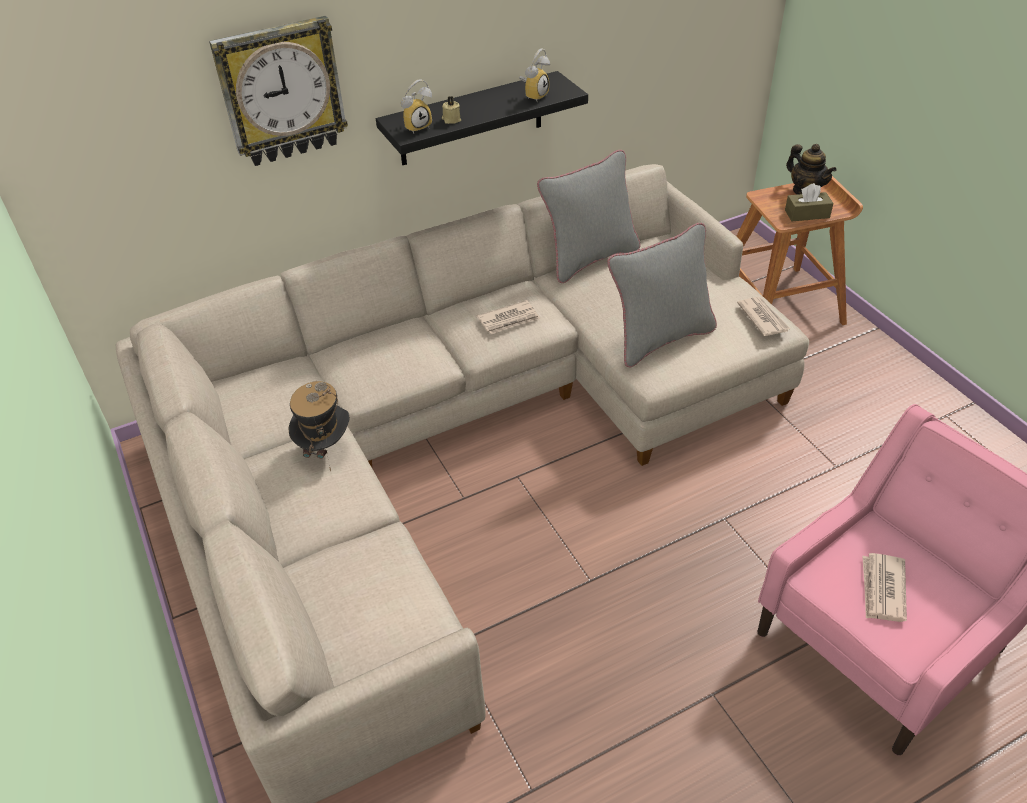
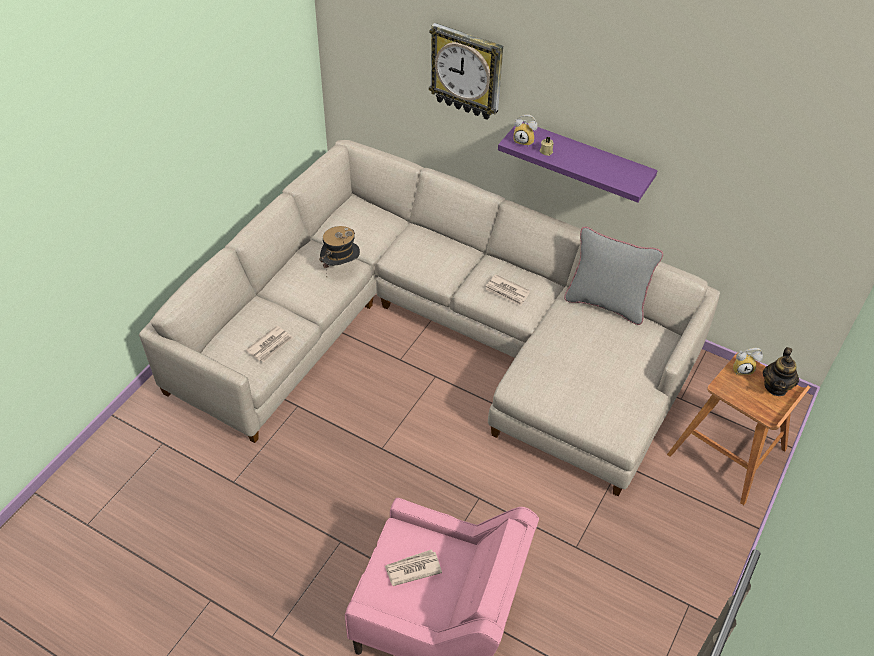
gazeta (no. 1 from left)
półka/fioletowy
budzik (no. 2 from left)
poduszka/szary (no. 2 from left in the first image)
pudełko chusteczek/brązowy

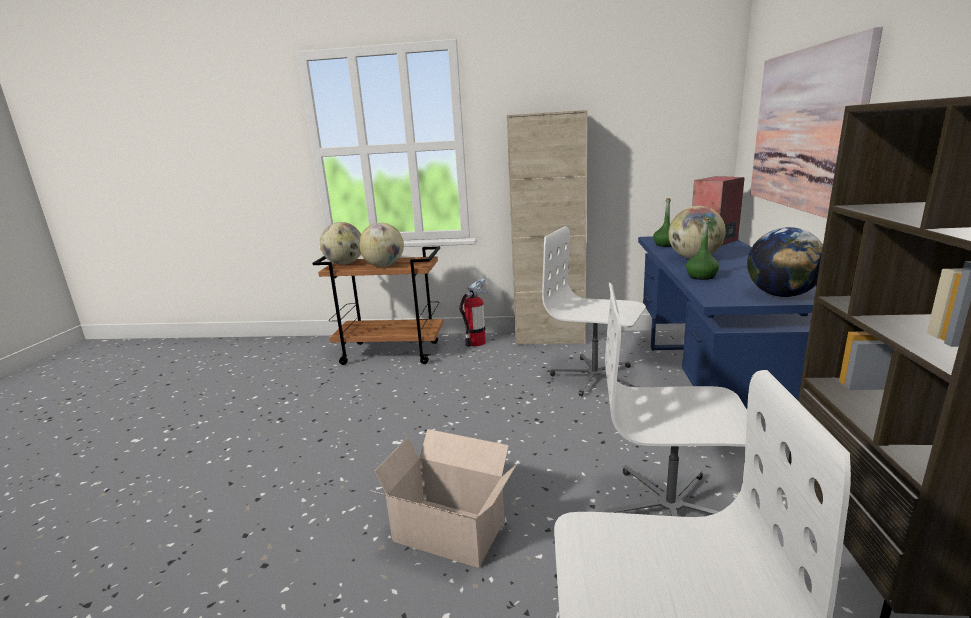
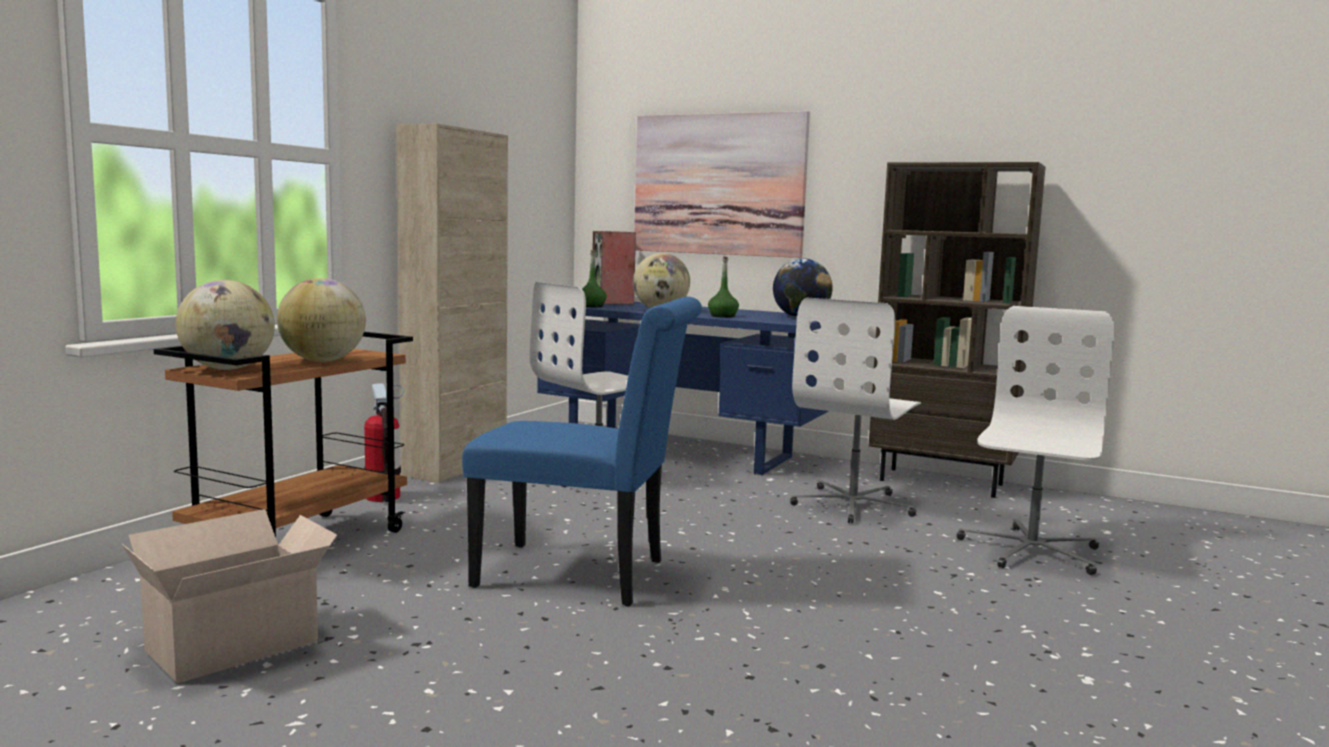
karton
krzesło/niebieski

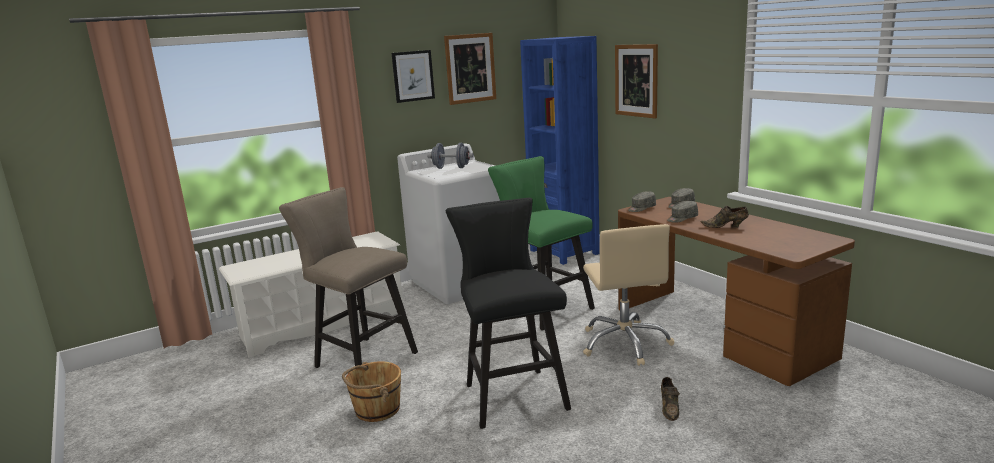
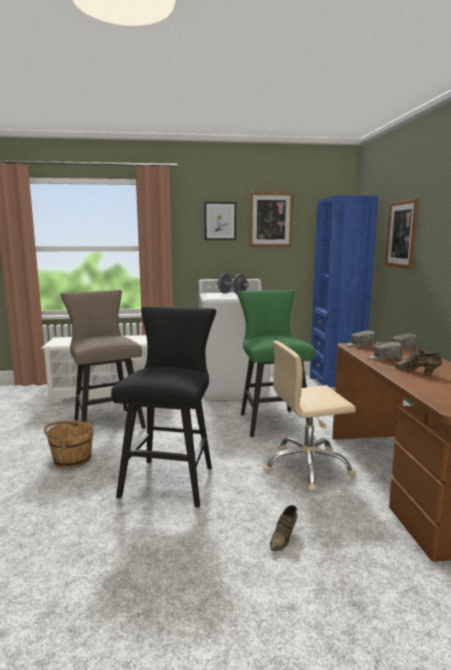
krzesło biurowe/beżowy

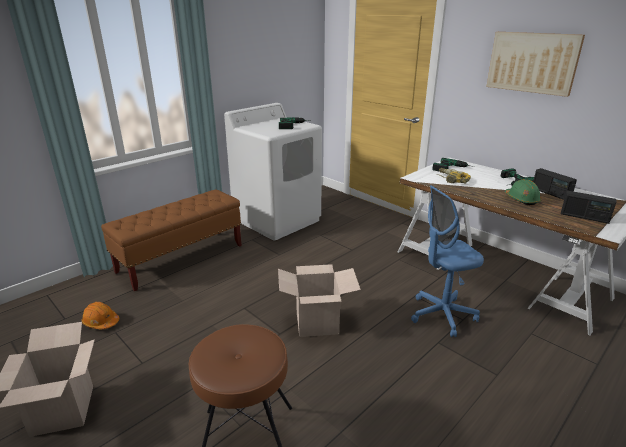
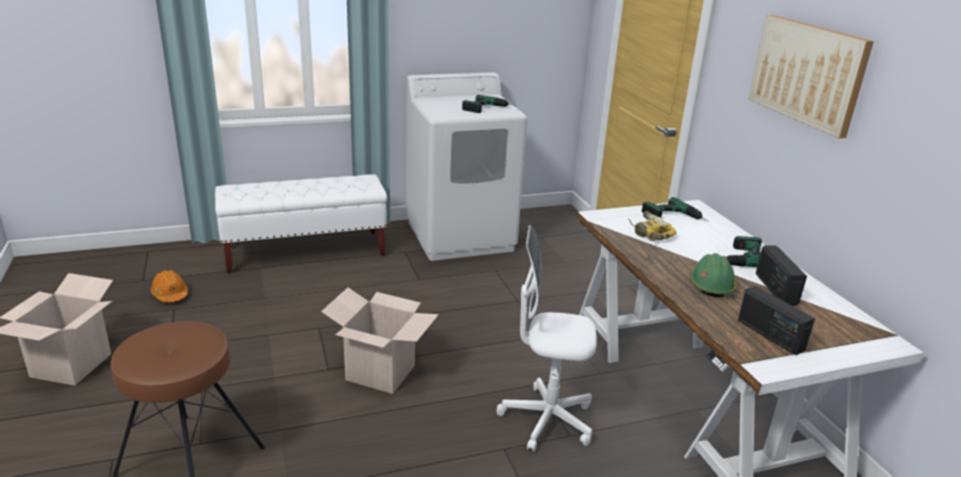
ławka/biały
krzesło biurowe/biały

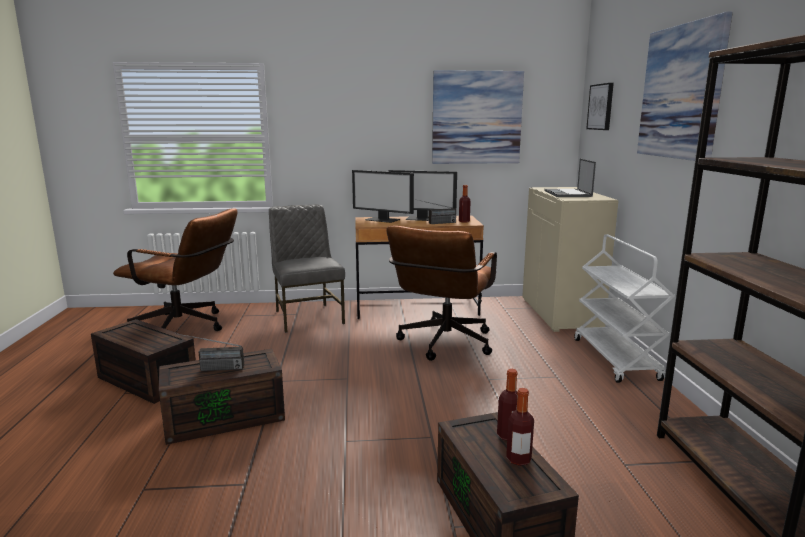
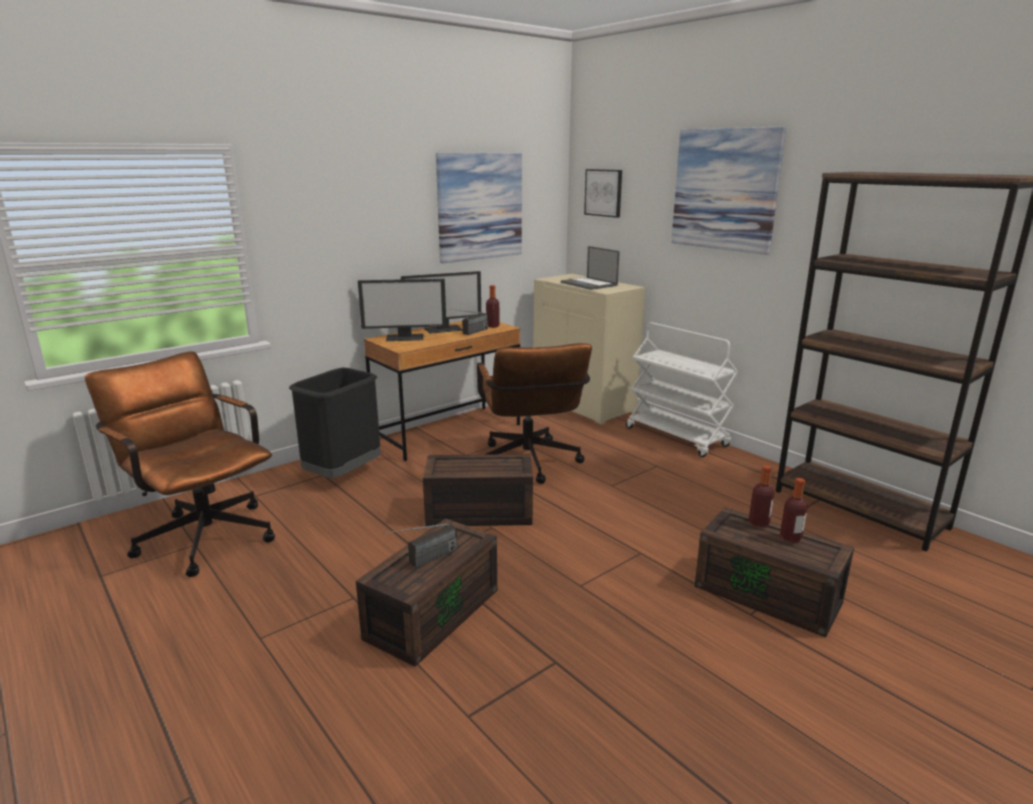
krzesło biurowe/brązowy (no. 1 from left)
kosz na śmieci/czarny
pojemnik do przechowywania/brązowy (no. 2 from left)

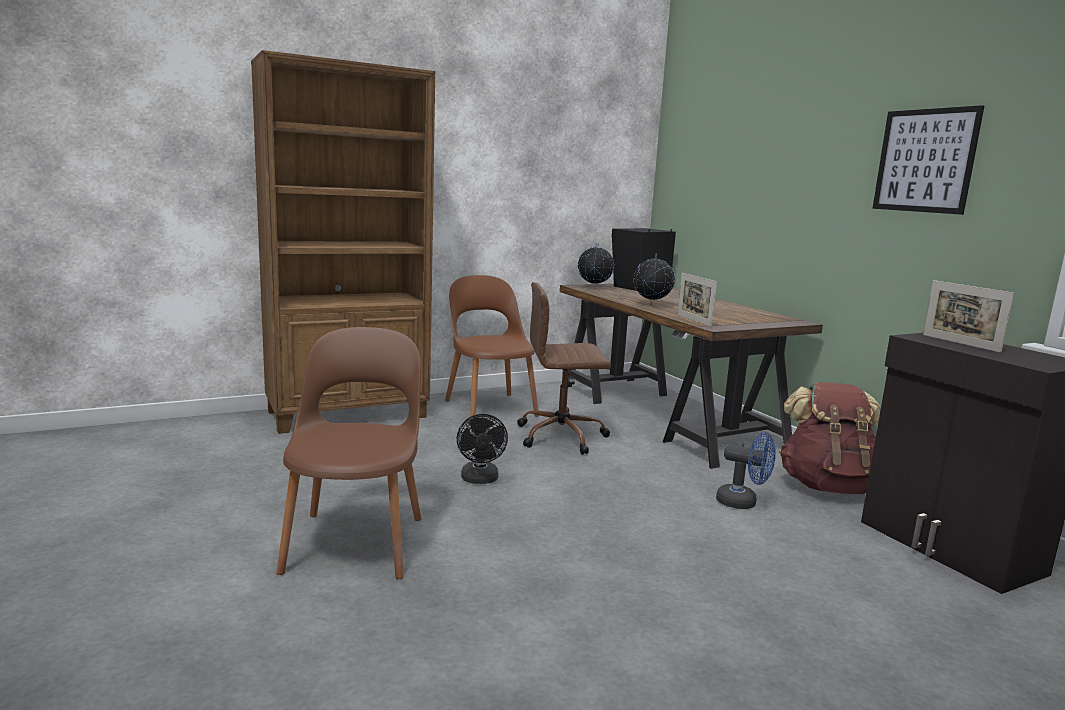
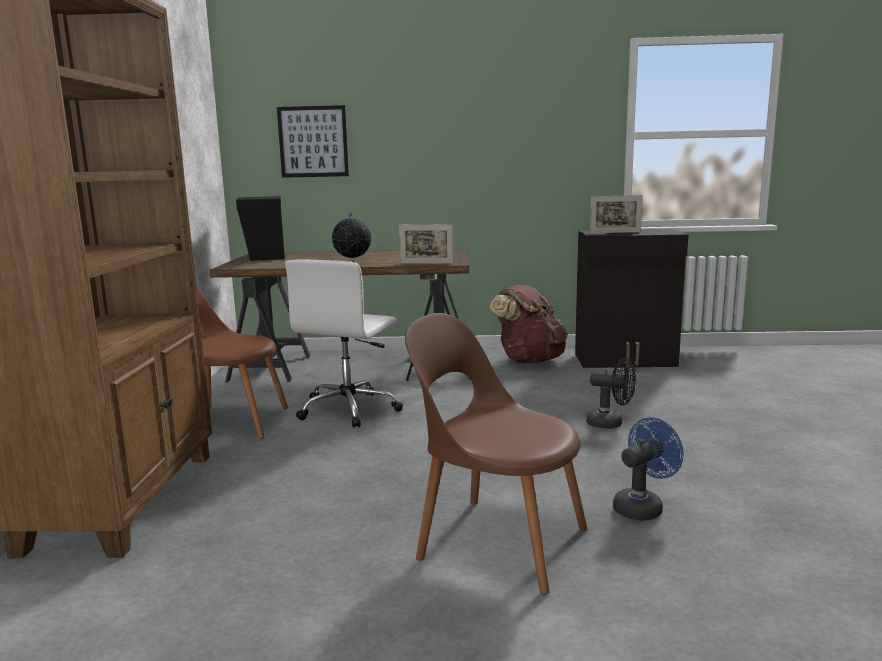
obraz
krzesło biurowe/biały
wentylator/czarny
wentylator/niebieski
globus (no. 1 from left in the first image)

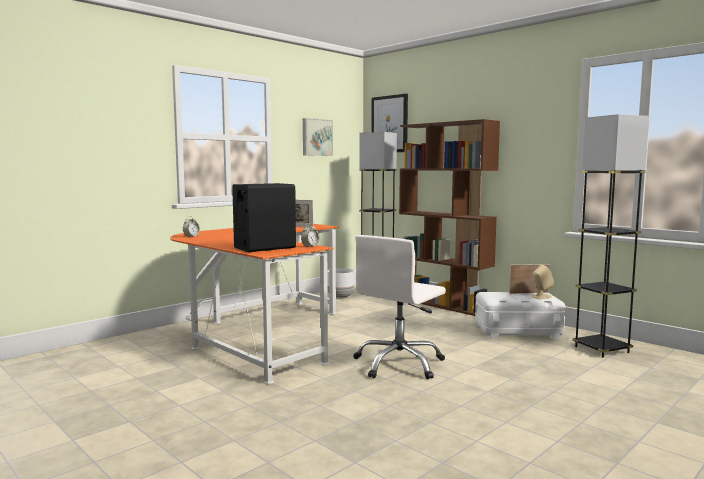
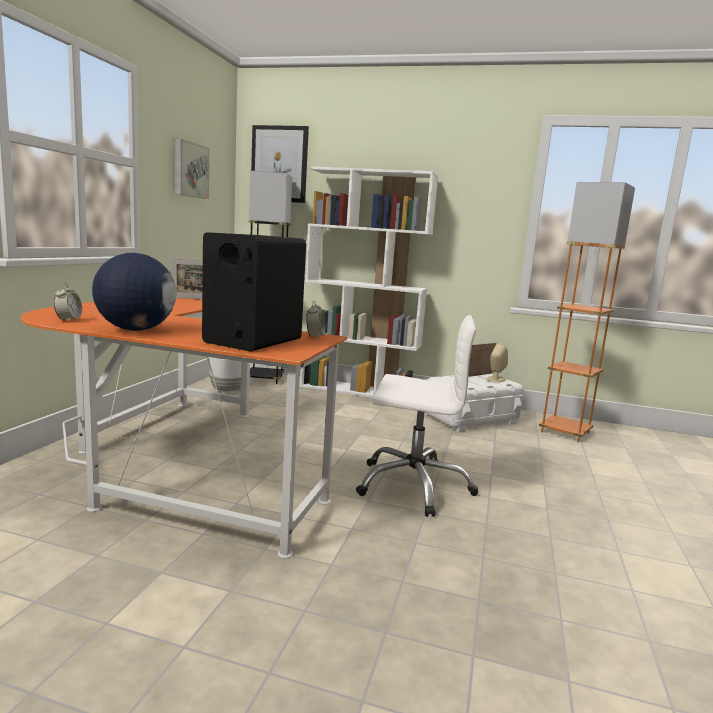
globus
regał/biały
krzesło biurowe/biały
lampa stojąca/pomarańczowy

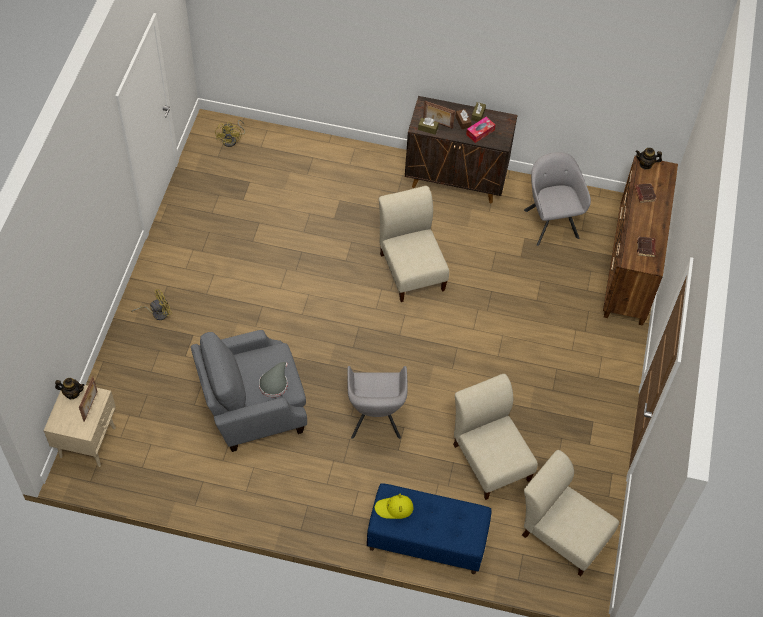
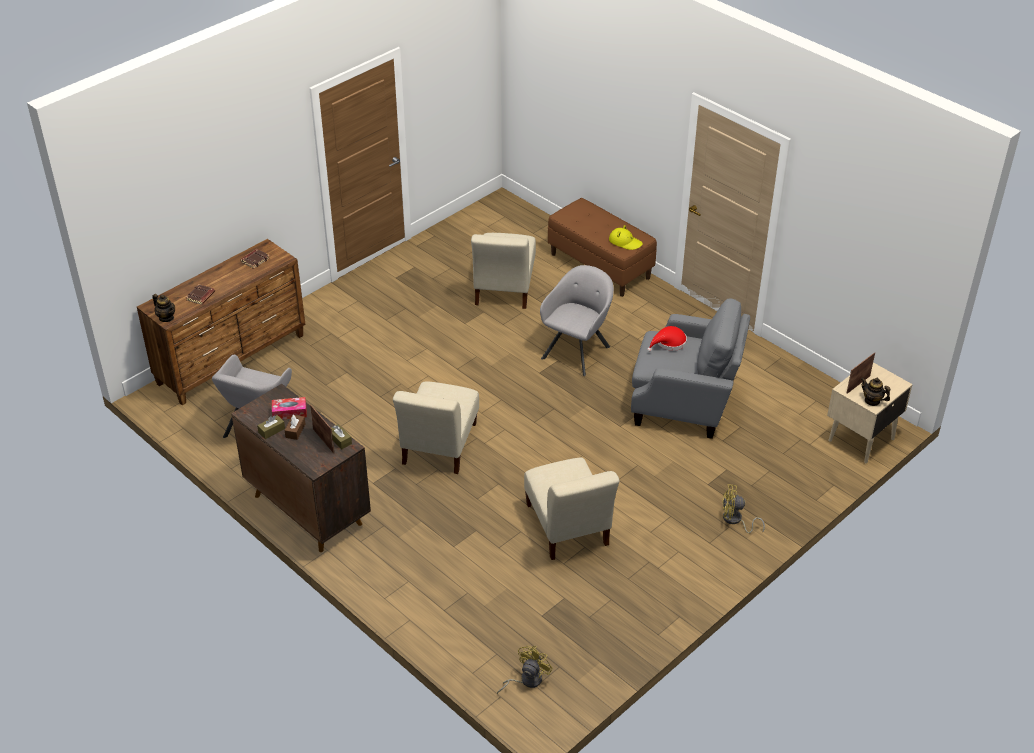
krzesło/beżowy (no. 3 from left)
ławka/brązowy
kapelusz/czerwony

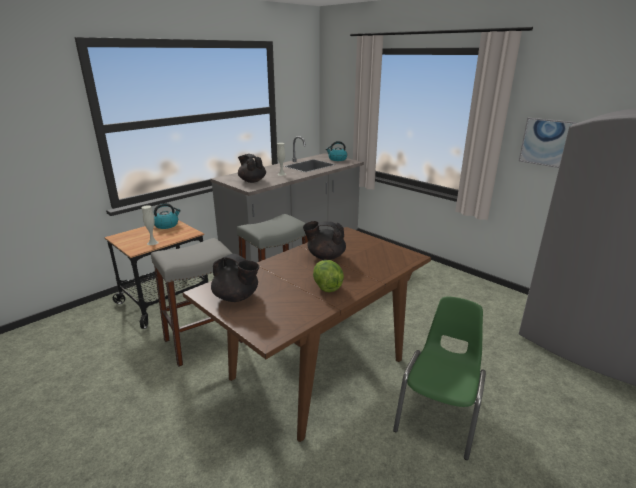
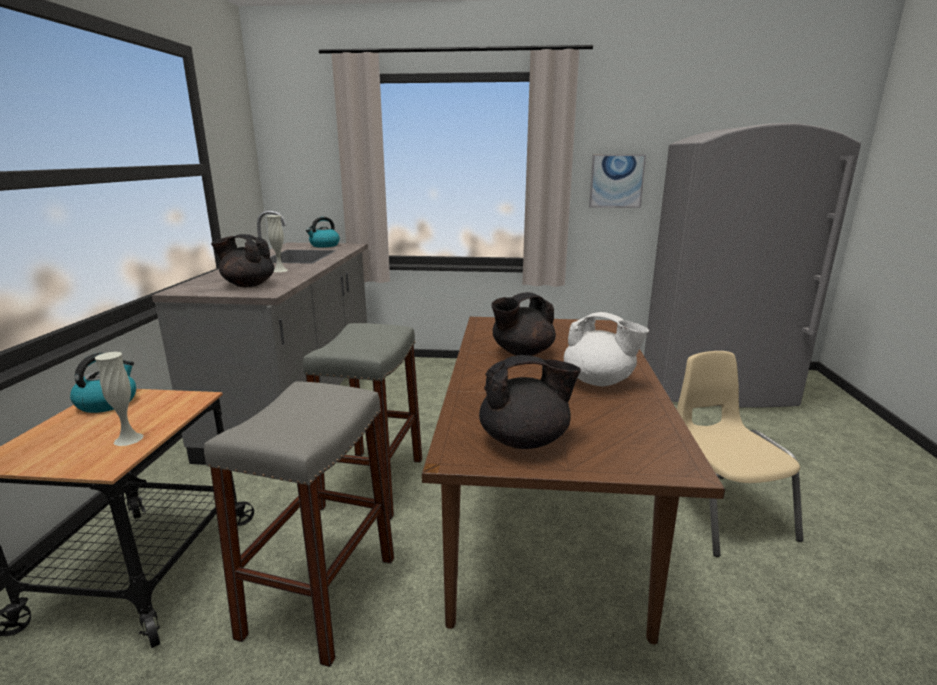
imbryk/biały
krzesło/beżowy

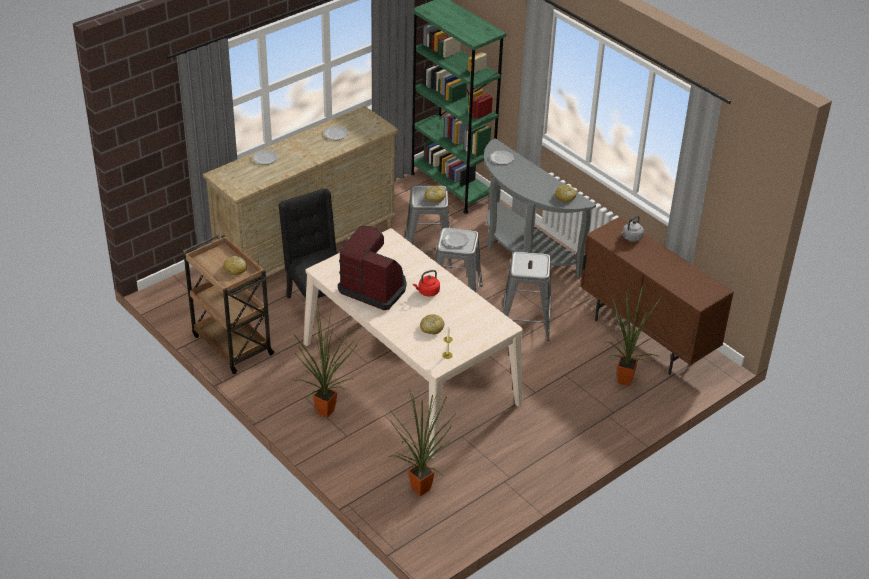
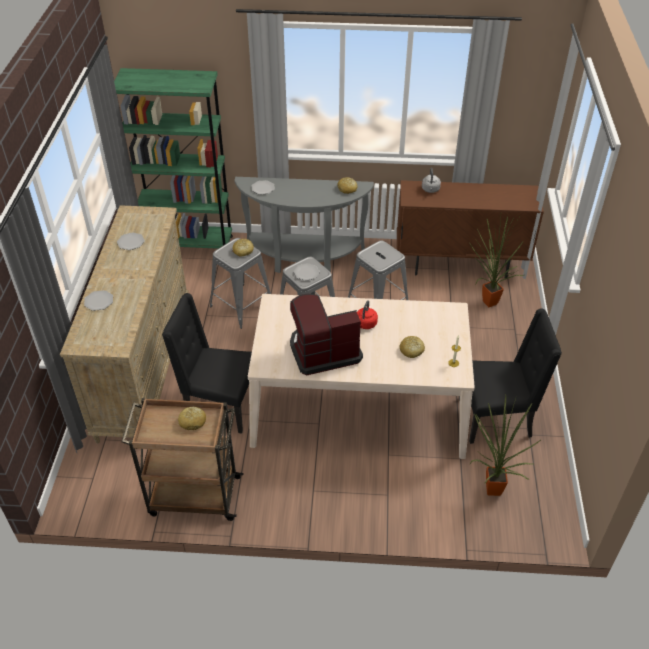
krzesło/czarny (no. 2 from left)
roślina doniczkowa (no. 1 from left in the first image)

